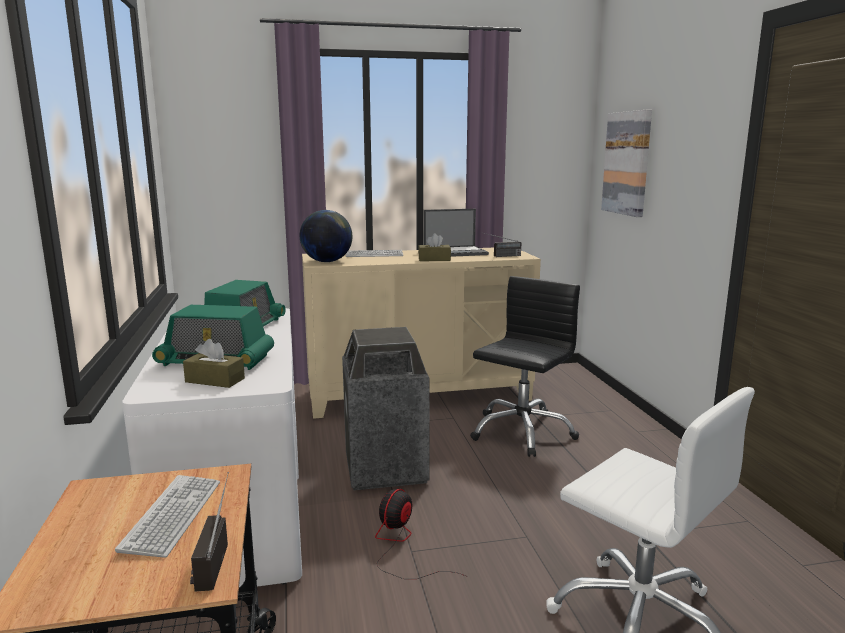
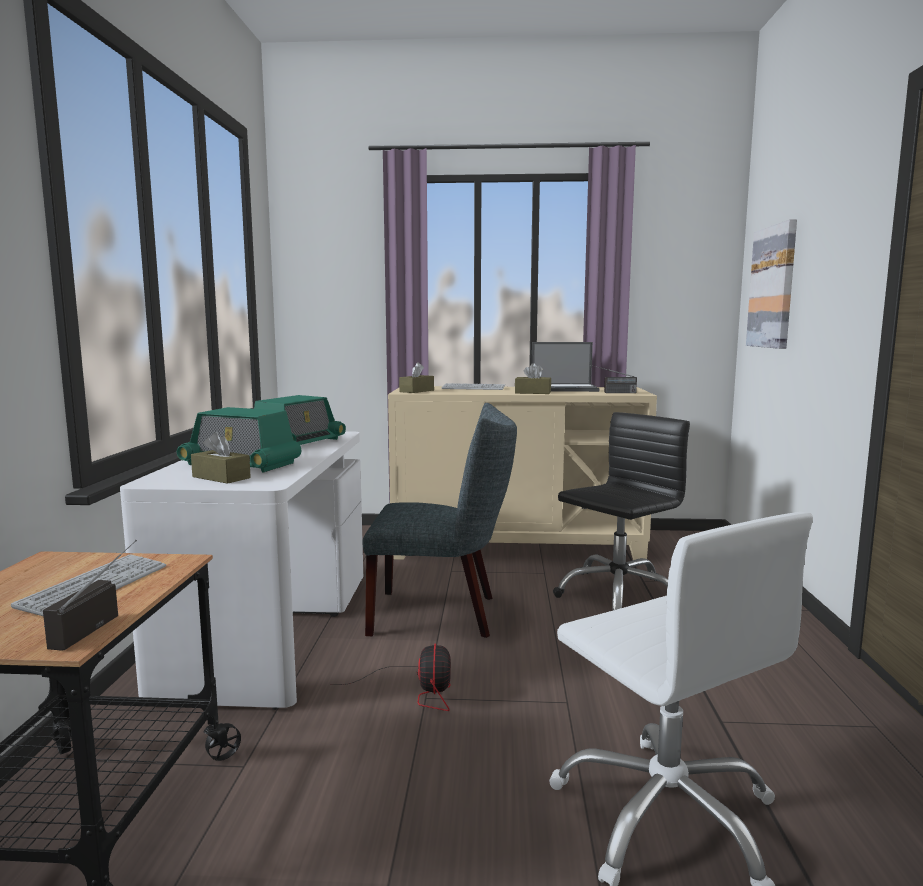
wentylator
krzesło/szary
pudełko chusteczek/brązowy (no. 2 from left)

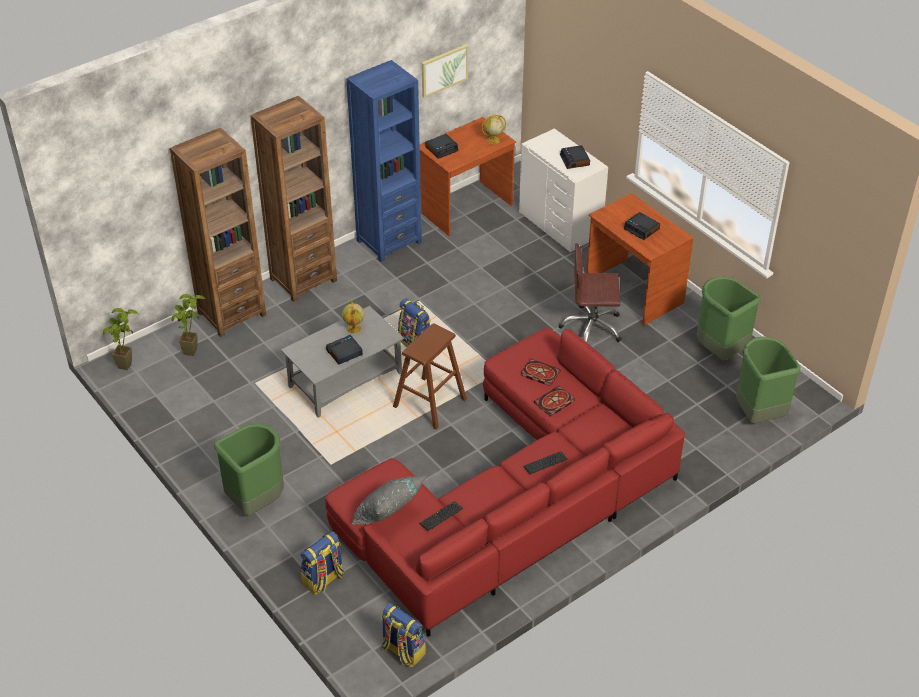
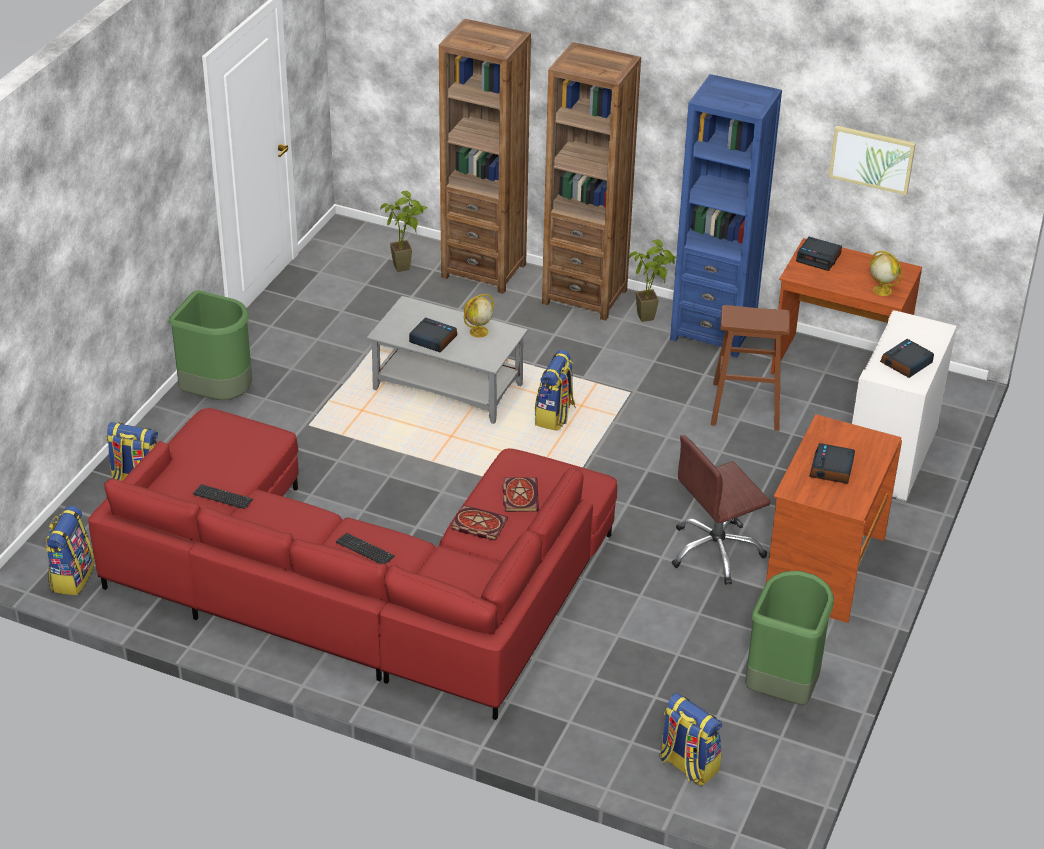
roślina doniczkowa (no. 2 from left)
plecak (no. 4 from left)
krzesło biurowe/brązowy
stołek/brązowy
poduszka/szary

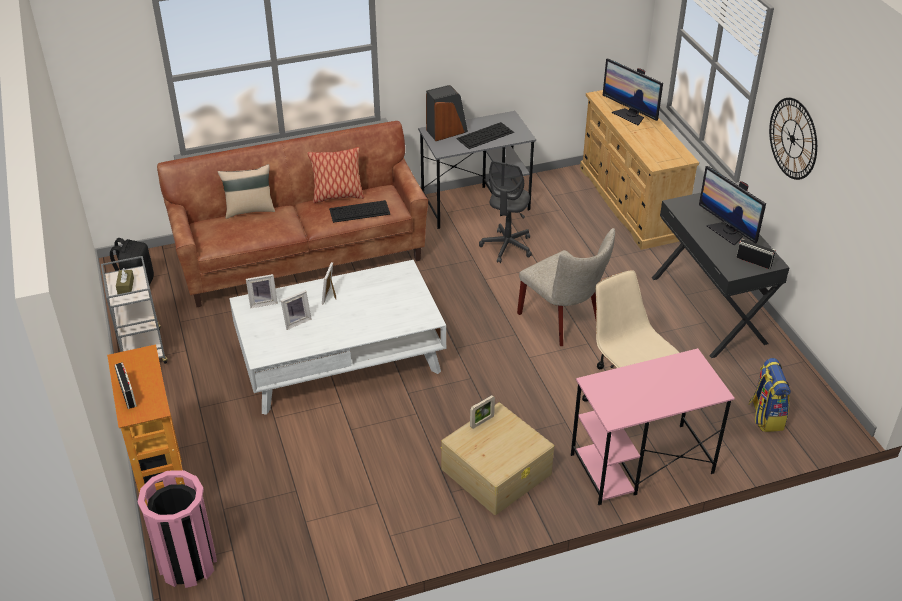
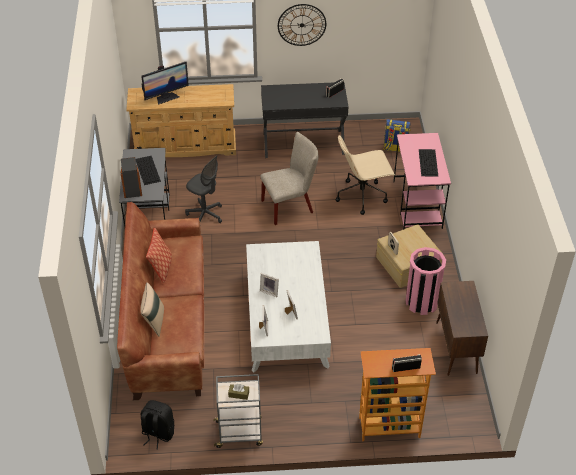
kosz na śmieci/różowy
klawiatura (no. 2 from left)
szafka/brązowy
monitor (no. 2 from left in the first image)

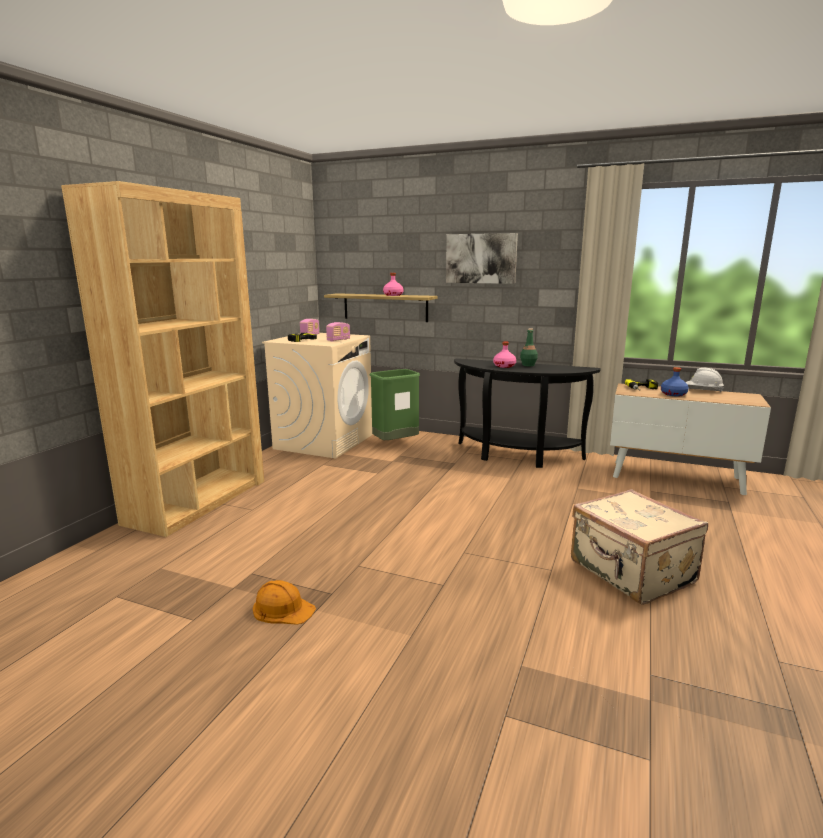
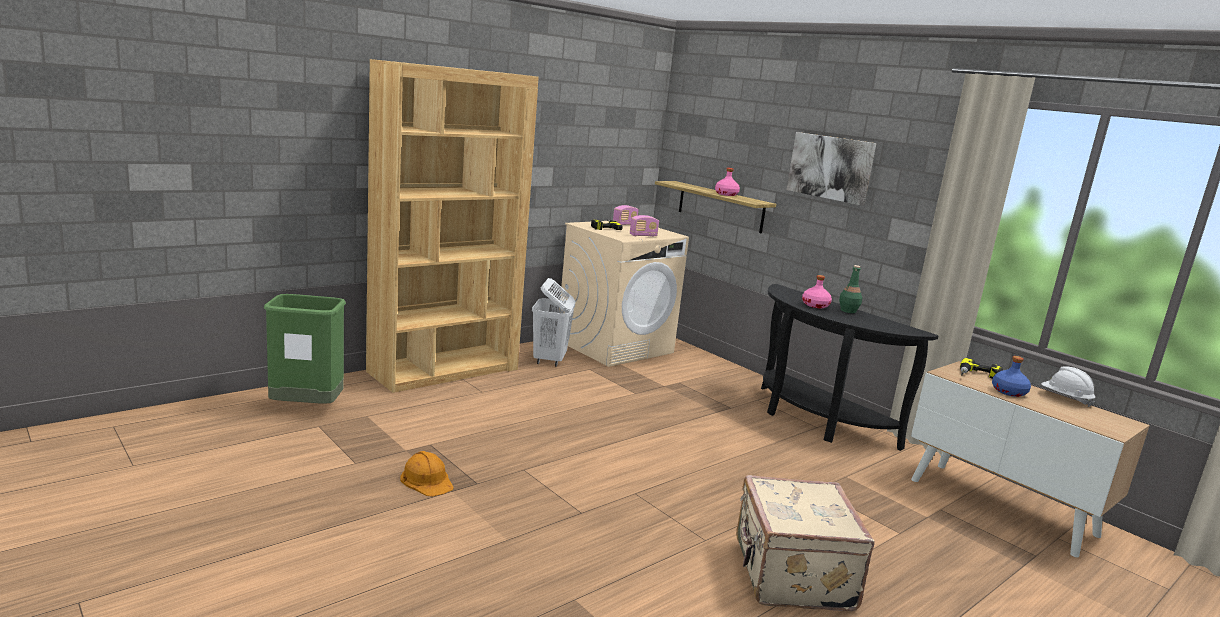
kosz na śmieci/zielony
kosz na pranie/biały

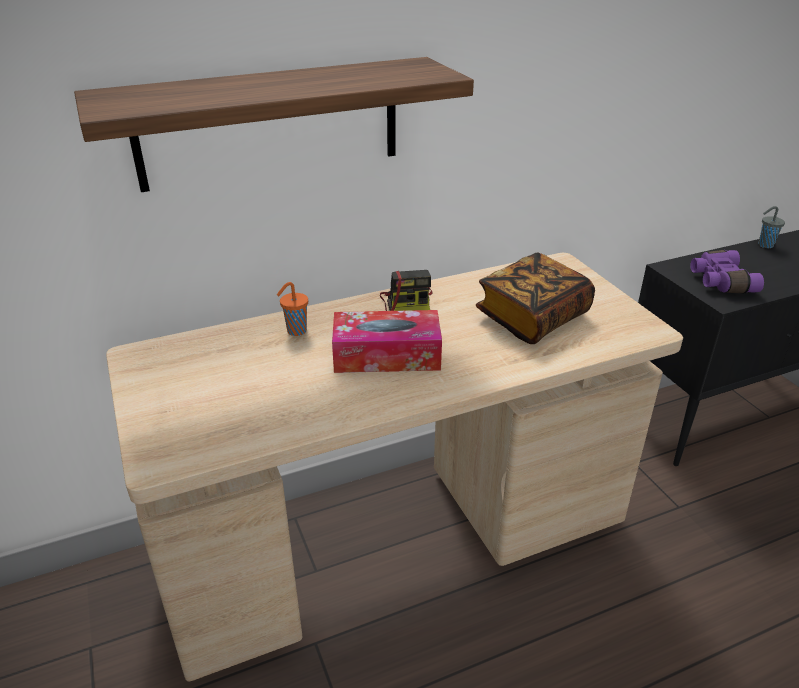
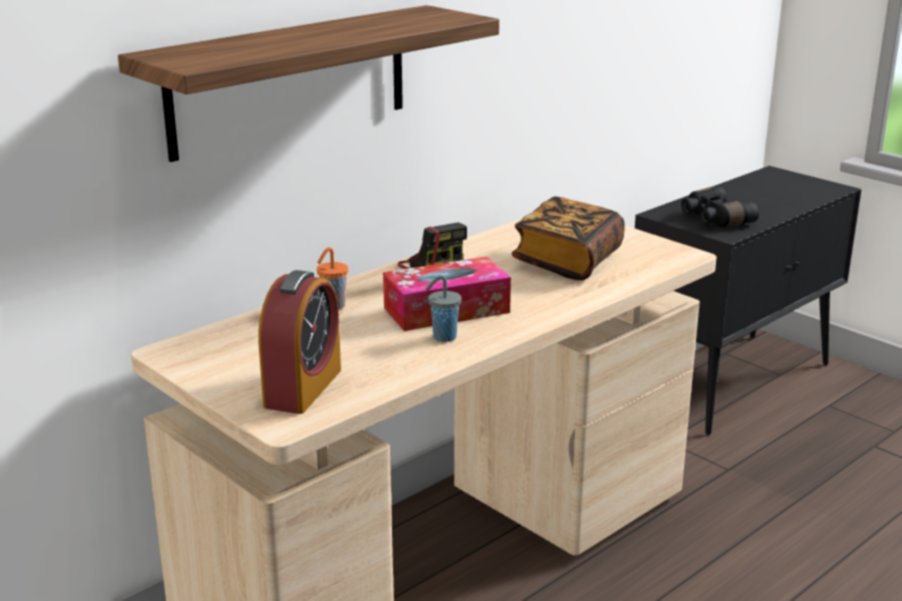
budzik
filiżanka/szary
lornetka/czarny

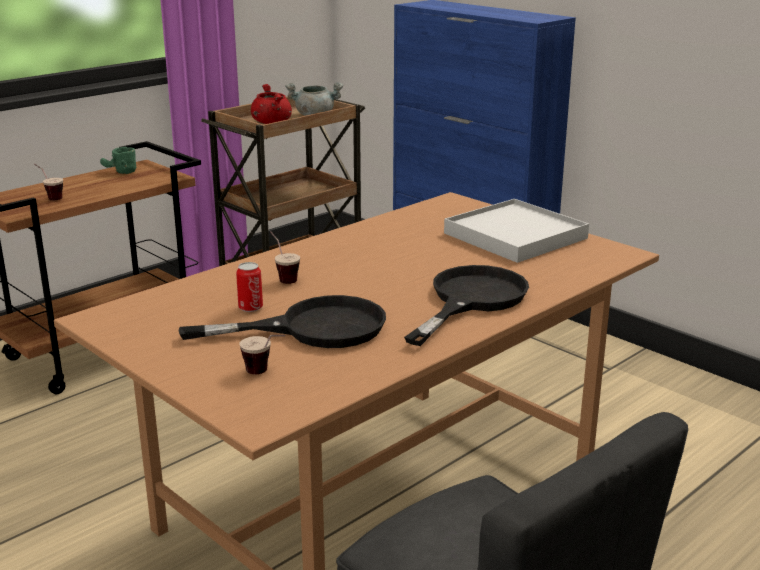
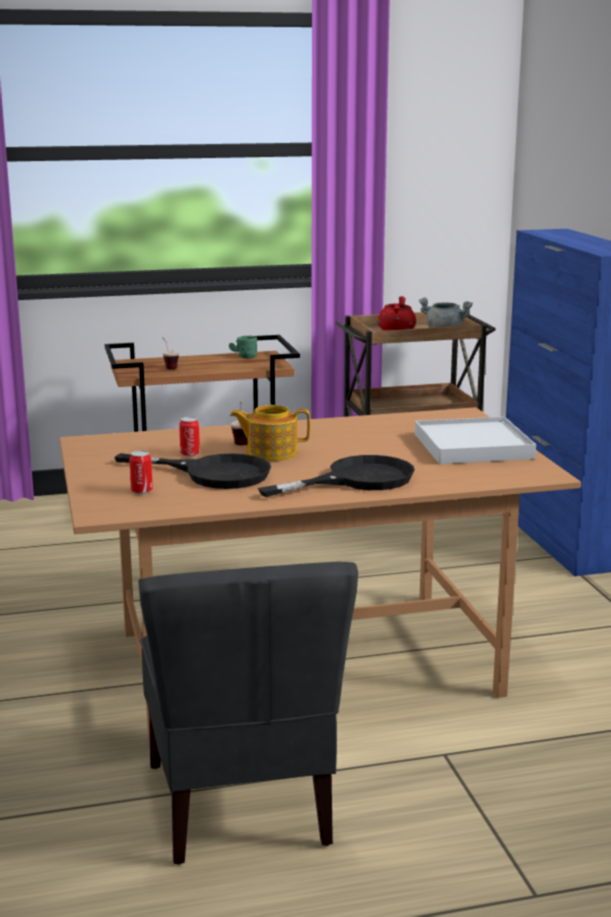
puszka (no. 1 from left)
imbryk

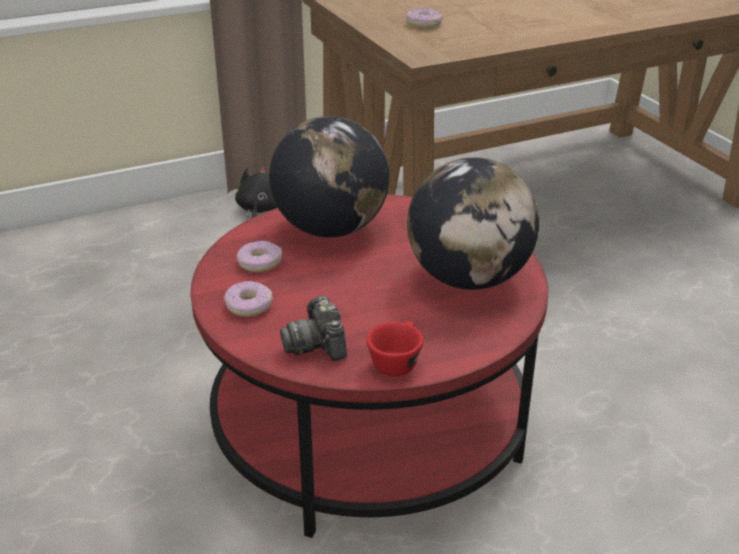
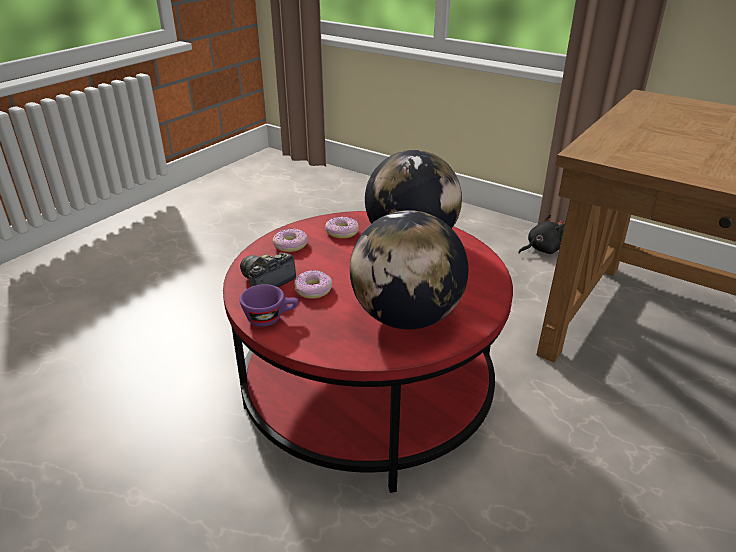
filiżanka/fioletowy
donut (no. 2 from left)

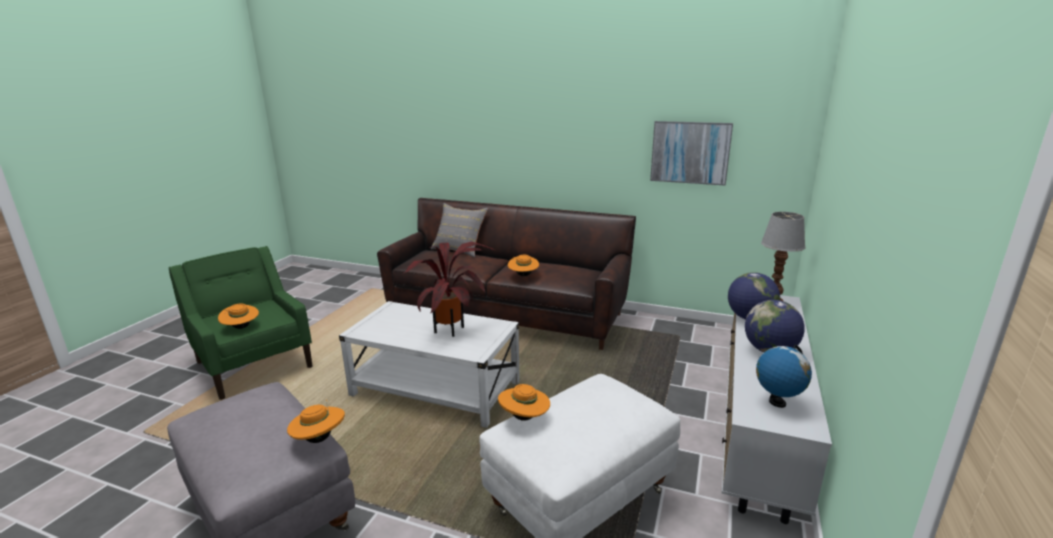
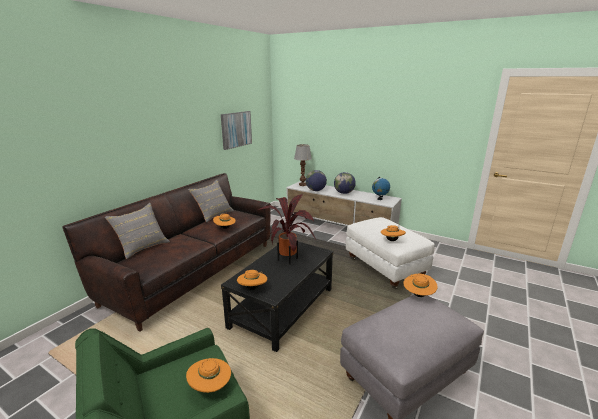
poduszka/szary (no. 2 from left)
ława/czarny
kapelusz/pomarańczowy (no. 3 from left)

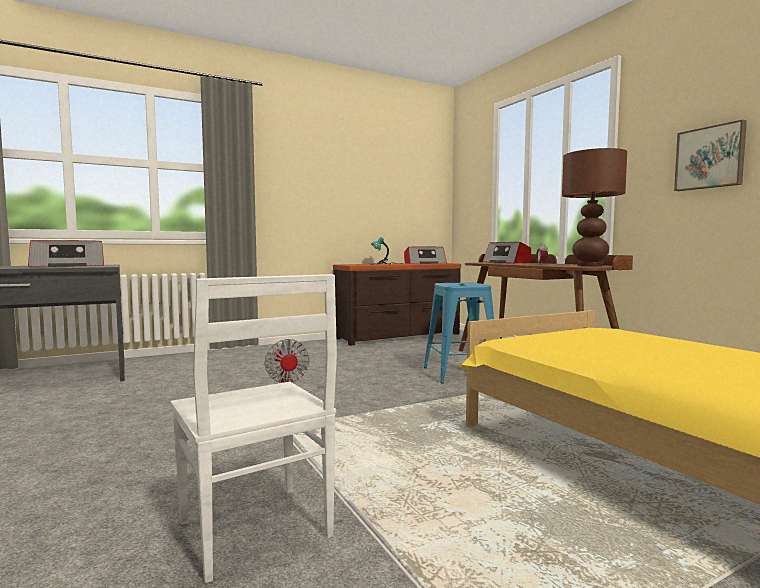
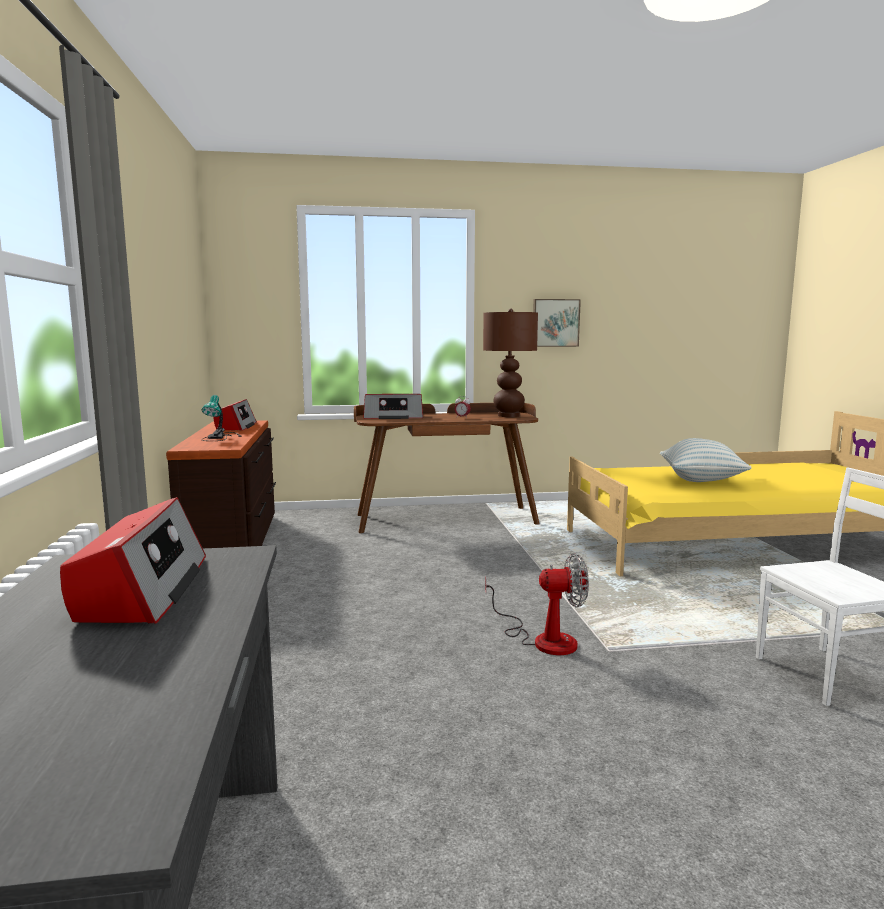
poduszka
stołek/niebieski

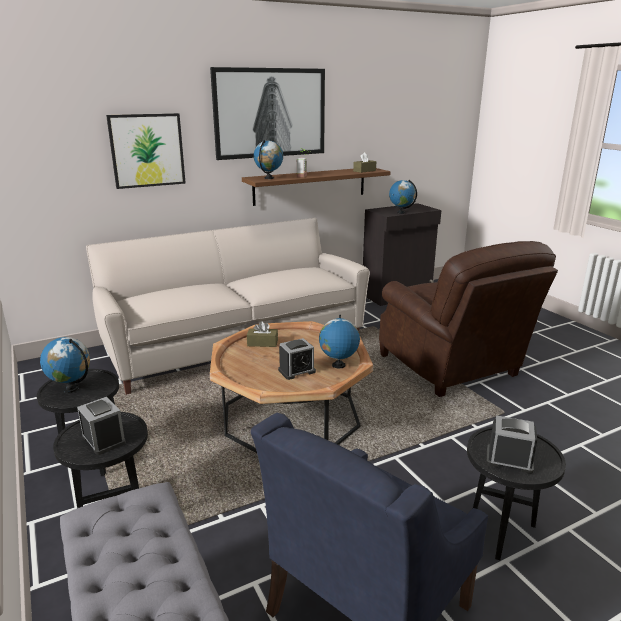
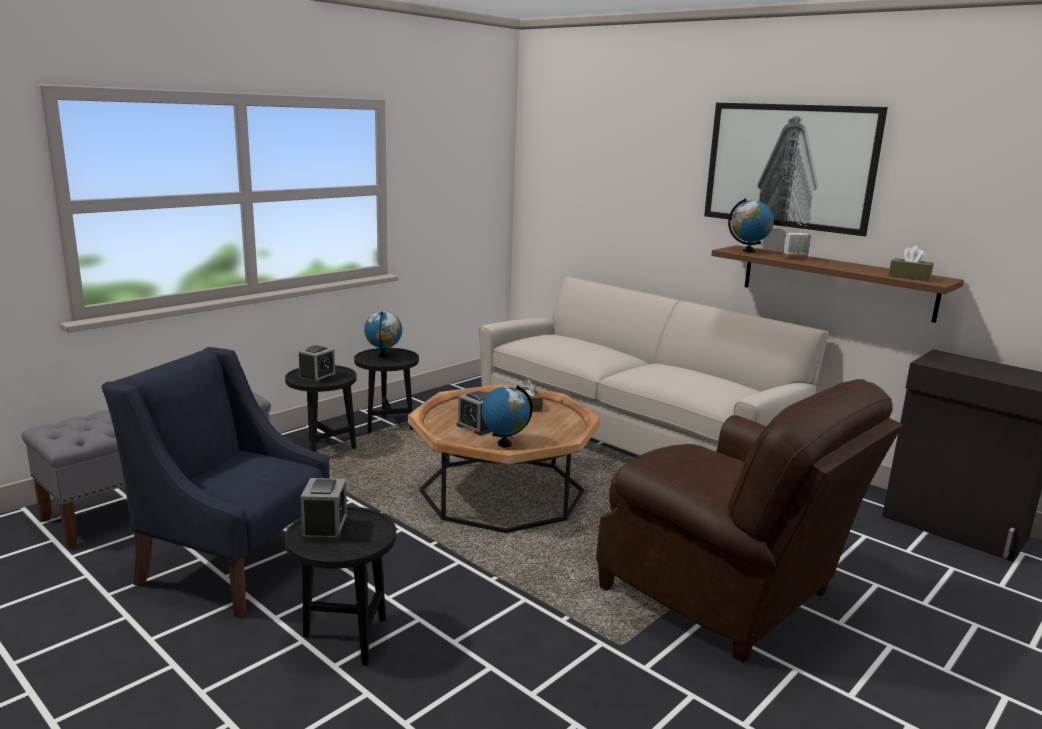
fotel/brązowy
obraz (no. 1 from left in the first image)
globus (no. 4 from left in the first image)

